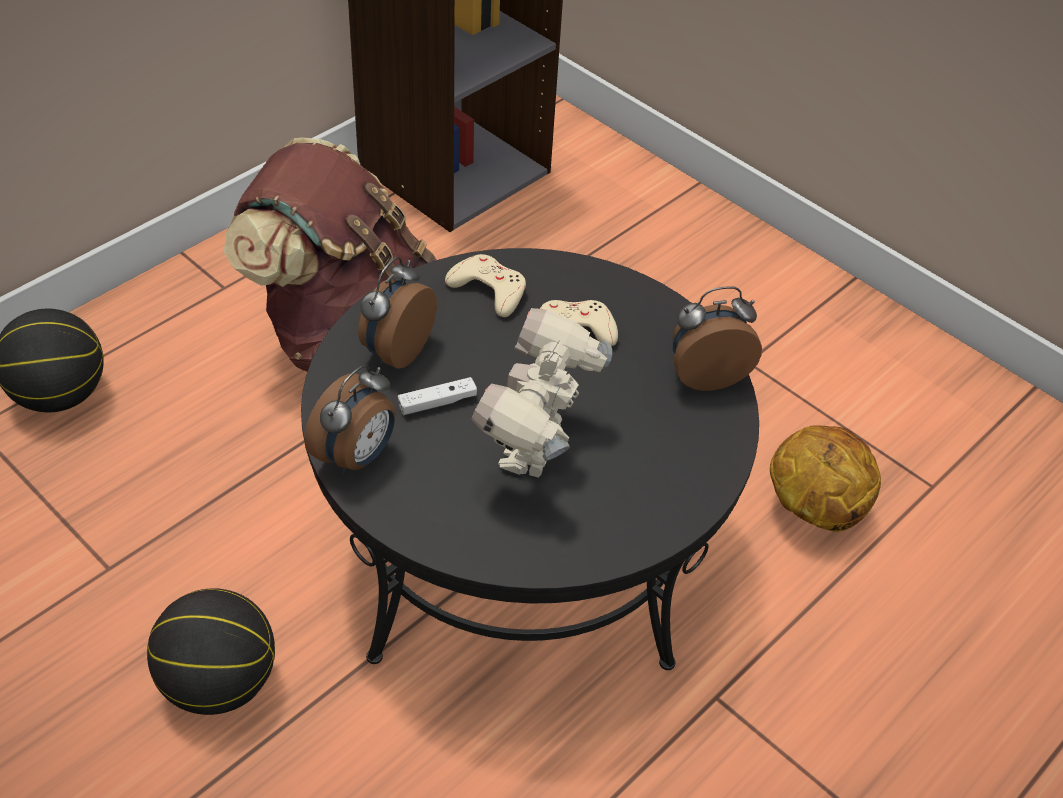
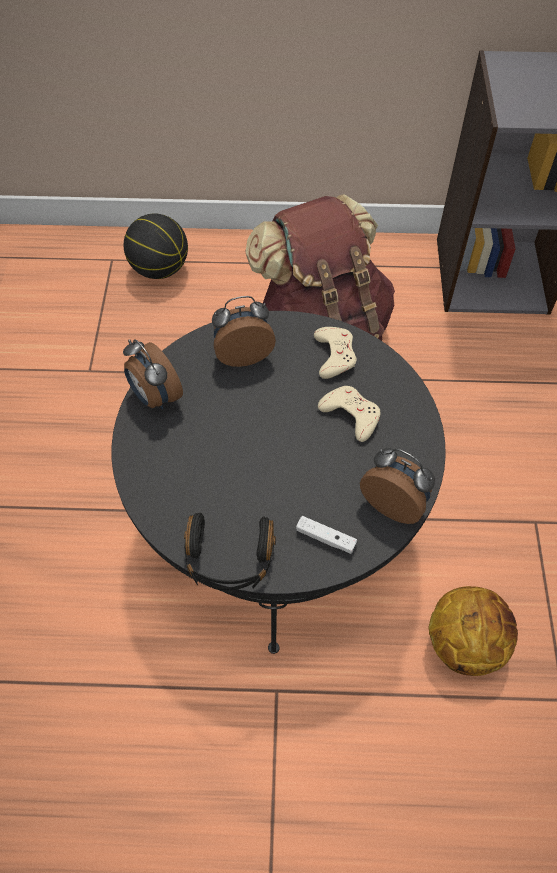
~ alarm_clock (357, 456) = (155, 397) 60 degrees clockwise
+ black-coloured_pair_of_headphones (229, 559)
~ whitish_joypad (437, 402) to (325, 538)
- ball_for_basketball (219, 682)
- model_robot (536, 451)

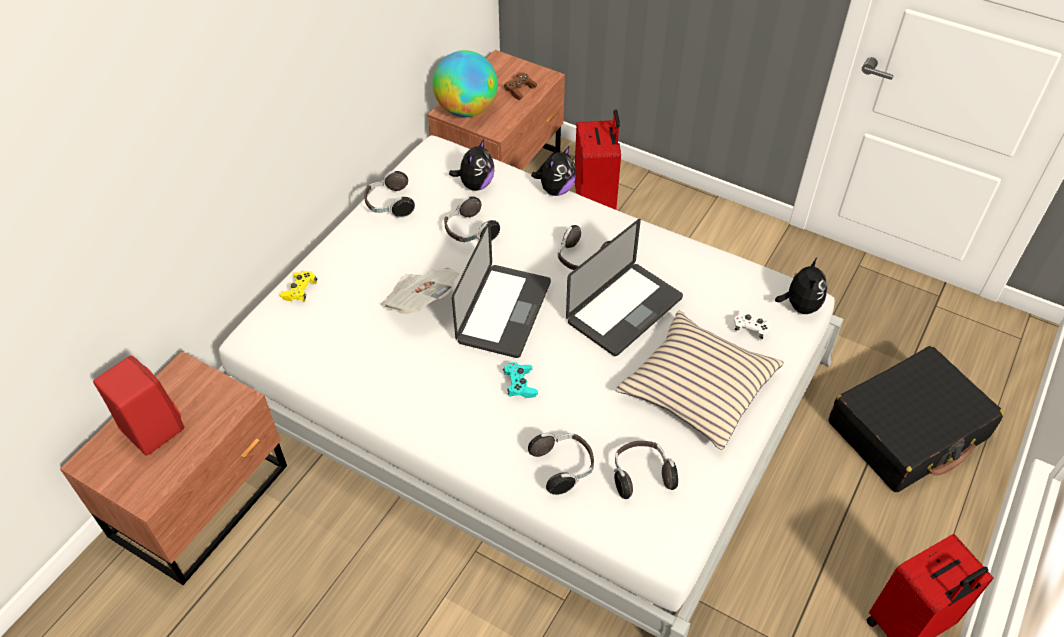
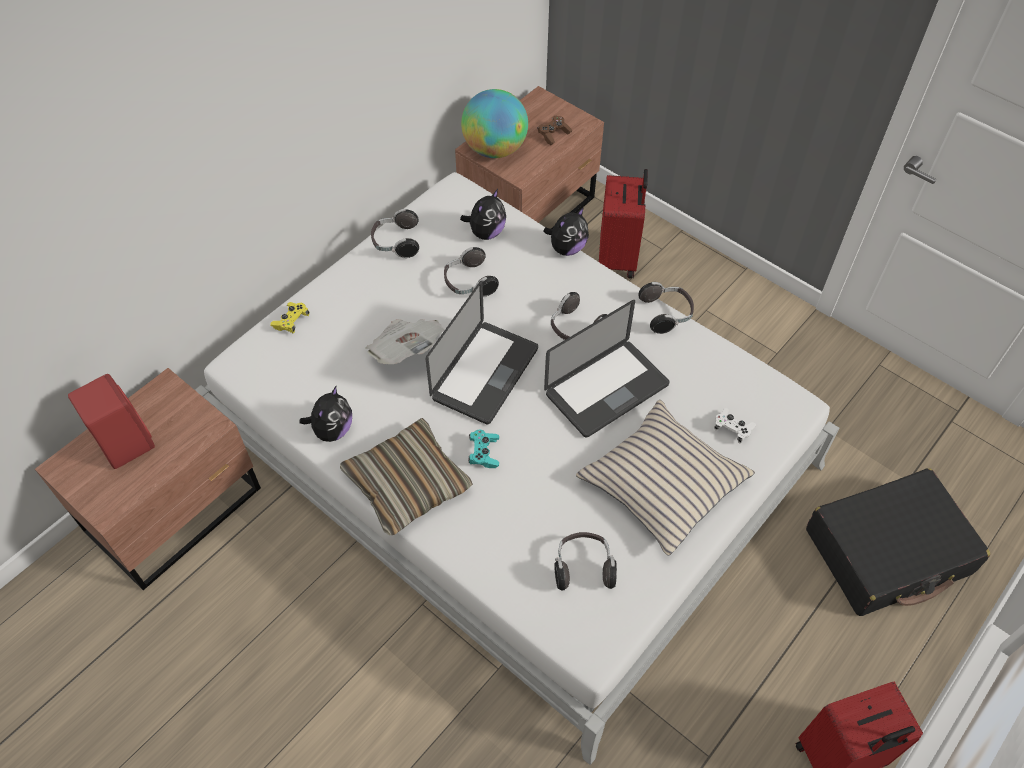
~ soft_toy (799, 306) to (332, 430)
+ pillow (407, 484)
~ pair_of_headphones (563, 467) to (666, 314)

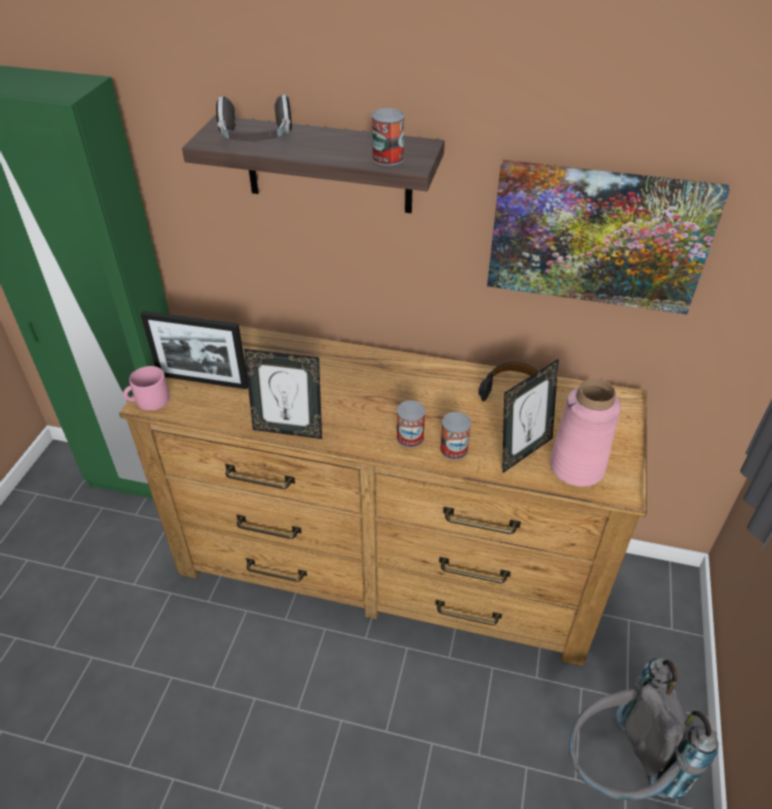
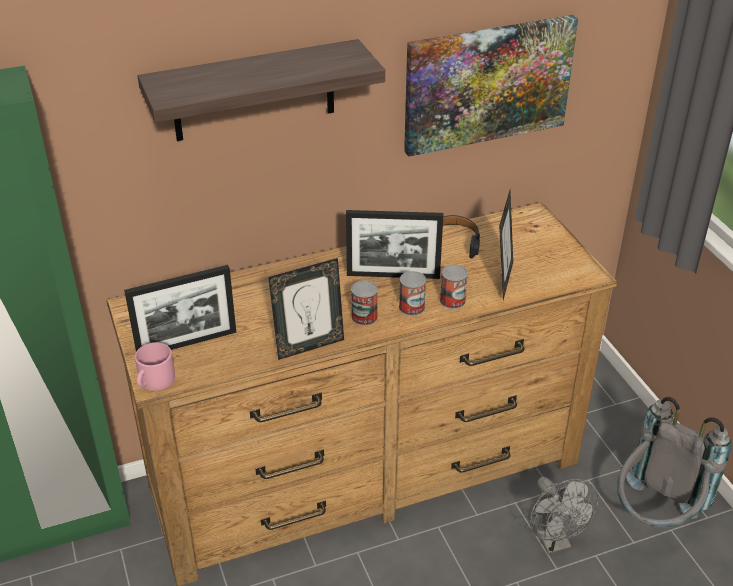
+ picture_frame (393, 275)
~ can (388, 158) to (364, 317)
+ grey_electric_fan (553, 540)
- pair_of_headphones (256, 141)
- pinkish_flower_vase (577, 467)

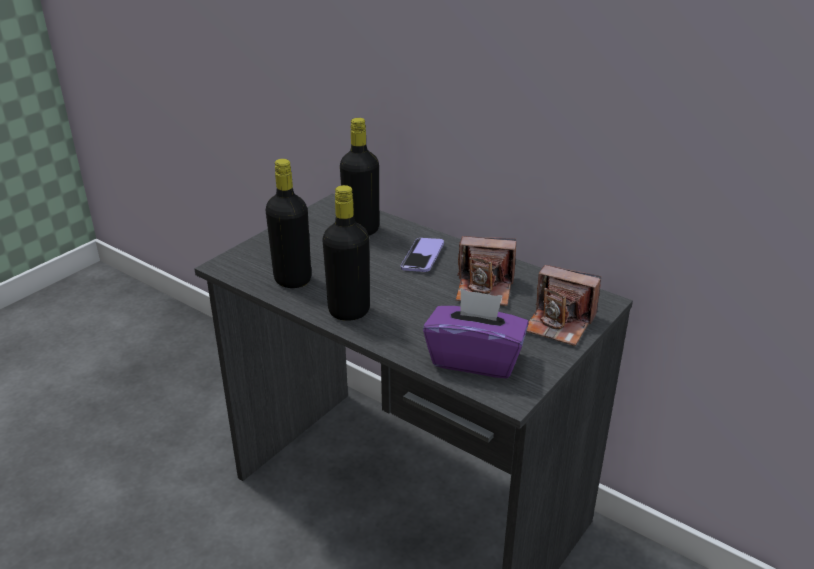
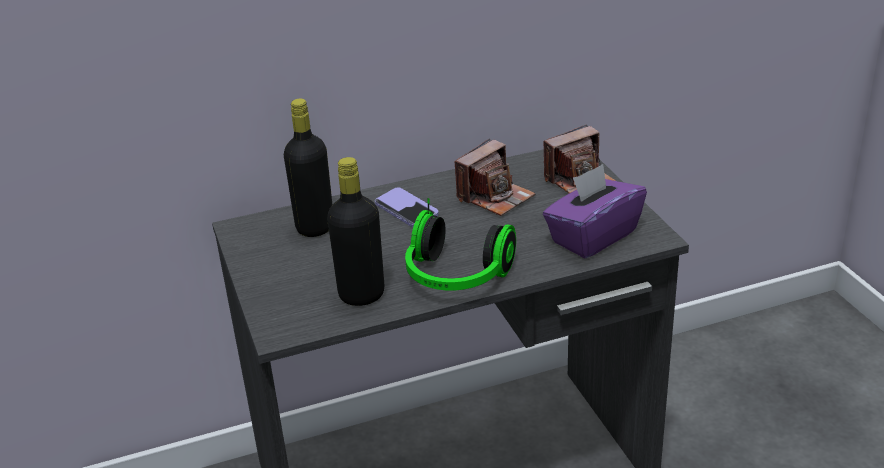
~ black-coloured_drink_bottle (349, 311) to pair_of_headphones (455, 278)

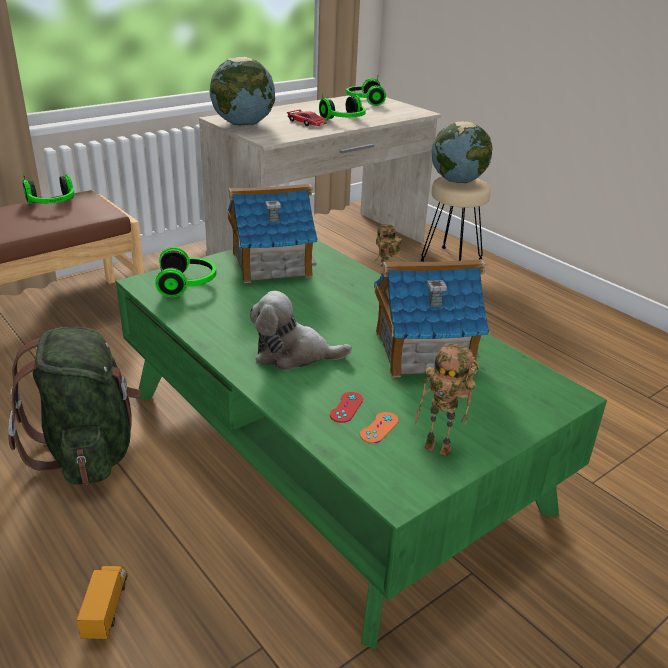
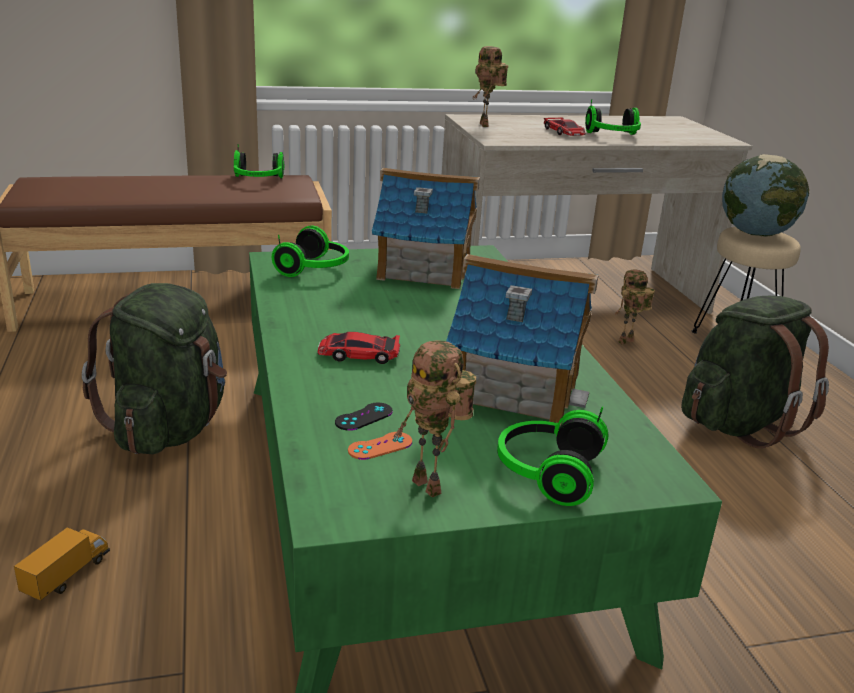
~ soft_toy (293, 354) to model_car (358, 354)
~ reddish_joypad (346, 407) to black-coloured_joypad (364, 417)
~ world_globe (243, 125) to model_robot (486, 125)
~ pair_of_headphones (364, 101) to (546, 472)
+ green-coloured_rucksack (738, 423)

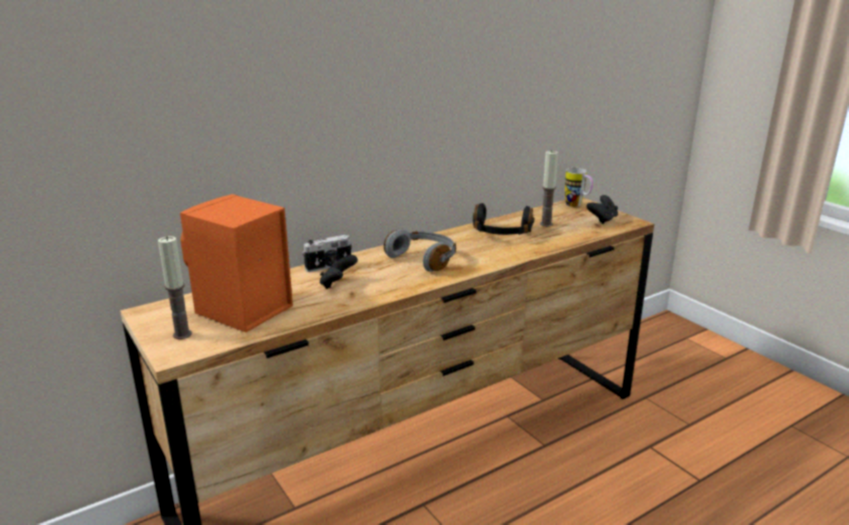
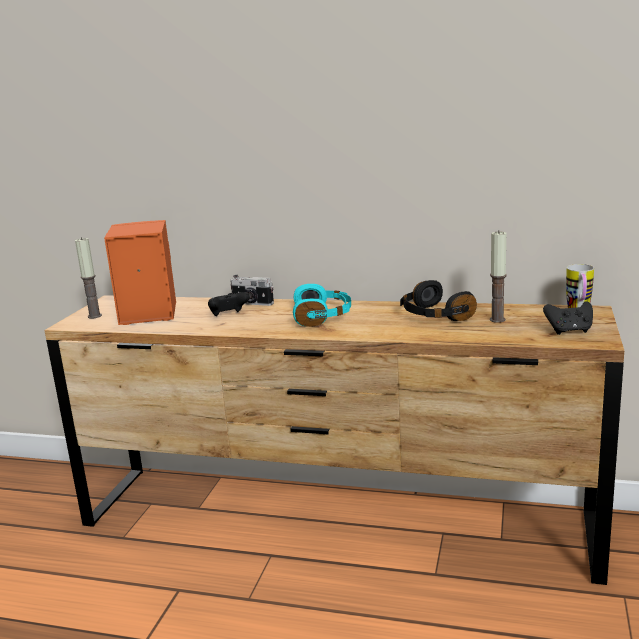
~ grey_pair_of_headphones (424, 259) to turquoise-coloured_pair_of_headphones (323, 316)

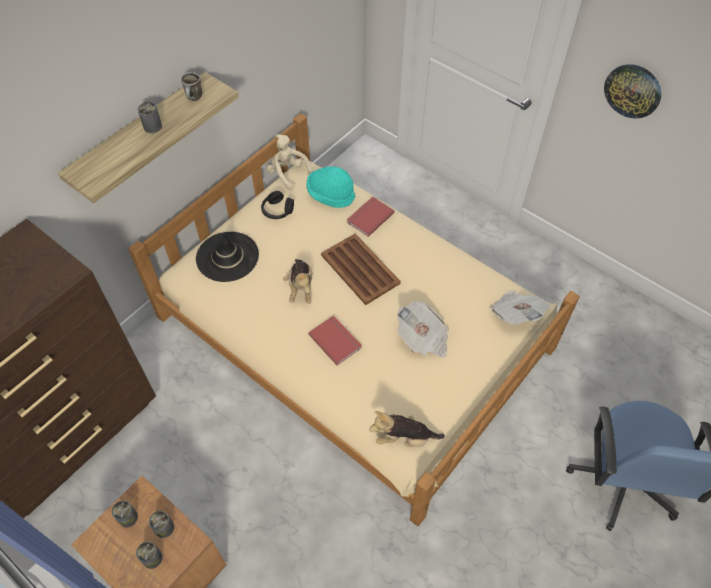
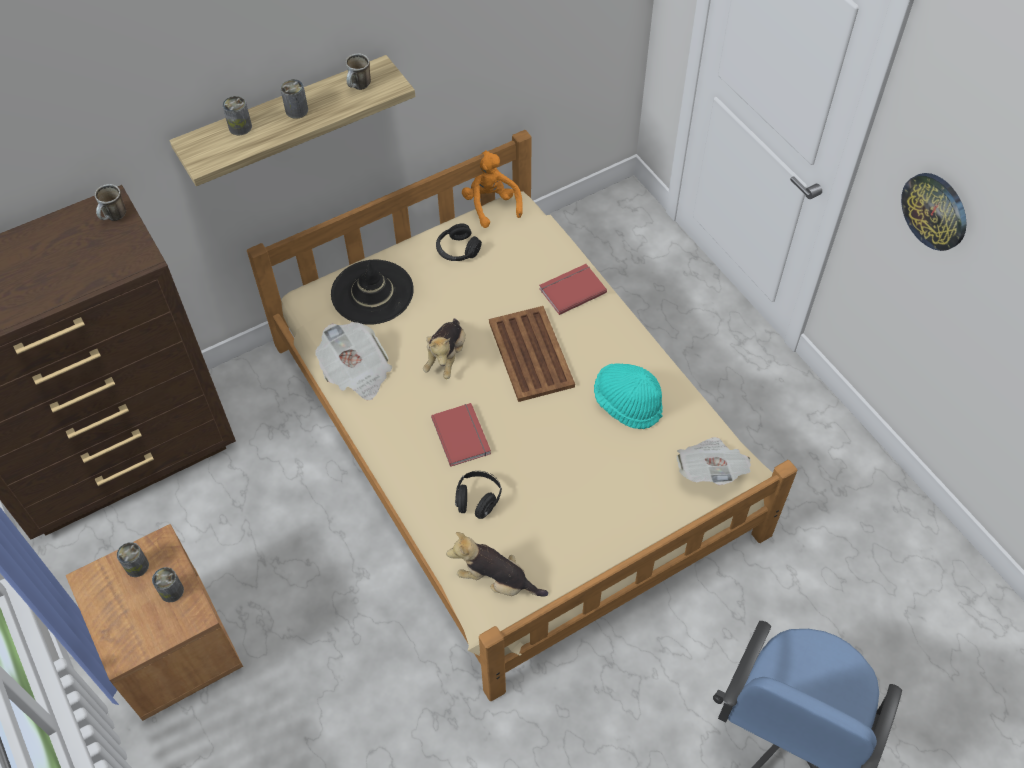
+ coffee_mug (114, 217)
~ can (152, 558) to (240, 127)
~ newspaper (423, 338) to (356, 372)
+ black-coloured_pair_of_headphones (478, 500)
~ beige_soft_toy (288, 173) to orange-coloured_soft_toy (491, 205)
~ turquoise-coloured_clothing_hat (330, 195) to (627, 403)

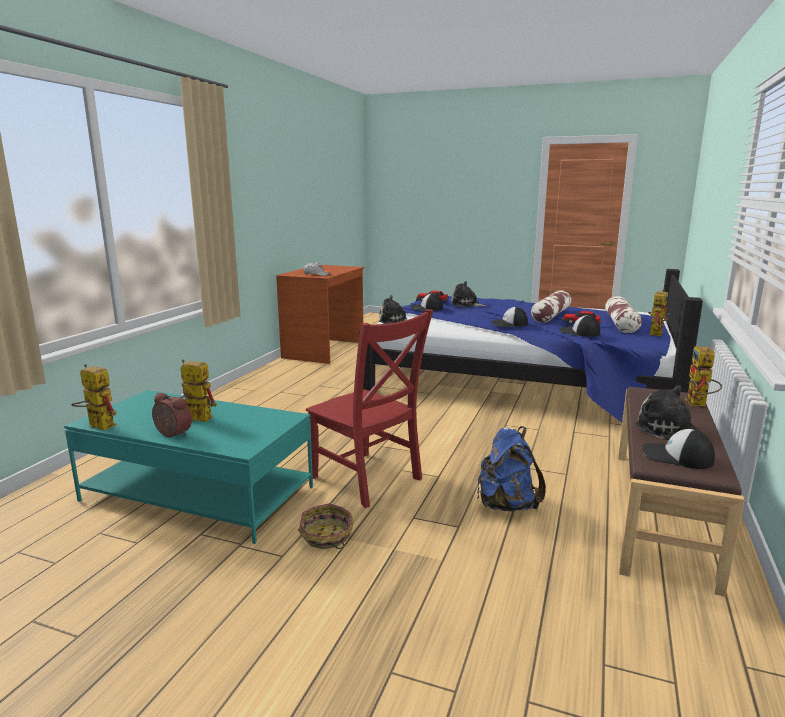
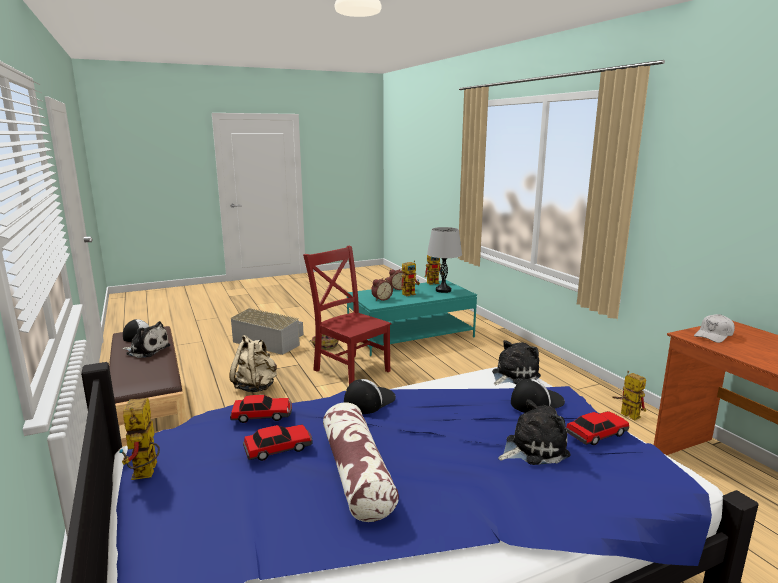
~ blue-coloured_rucksack (506, 505) to beige_rucksack (256, 387)
+ grey_storage_container (270, 341)
~ peaked_cap (579, 332) to model_car (262, 415)
~ reddish_upright_chair (368, 480) = (350, 369) 45 degrees clockwise
+ alarm_clock (381, 299)
+ grey_table_lamp (443, 290)
~ model_robot (699, 404) to (625, 414)
- pillow (621, 324)

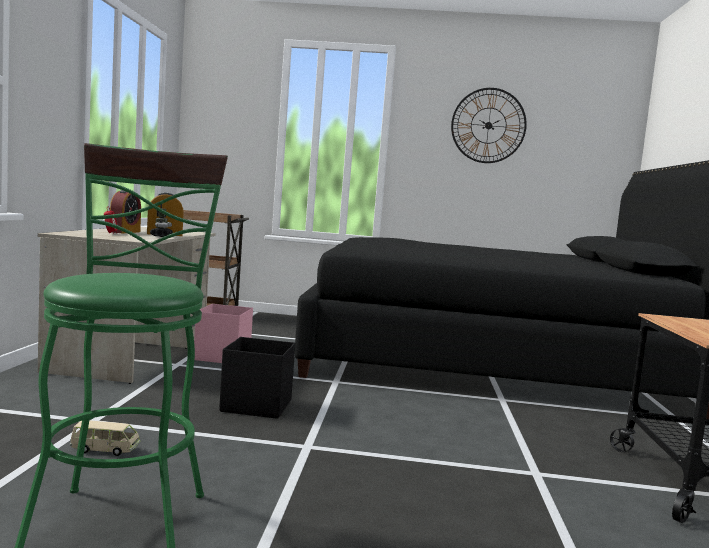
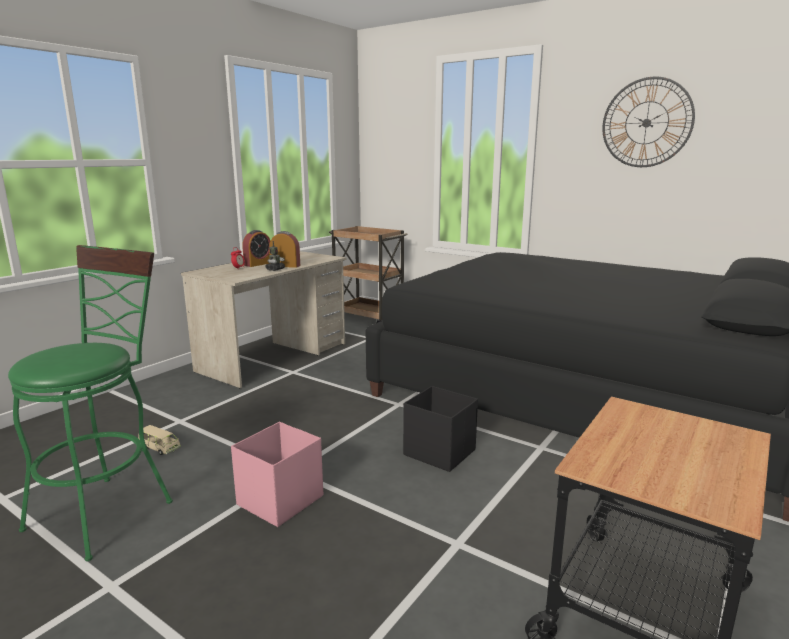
~ pinkish_storage_container (222, 357) to (279, 501)
~ black-coloured_storage_container (255, 405) to (439, 452)

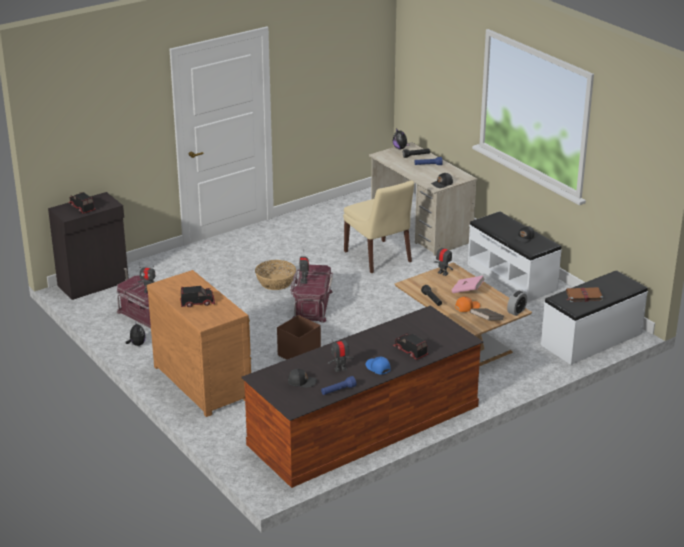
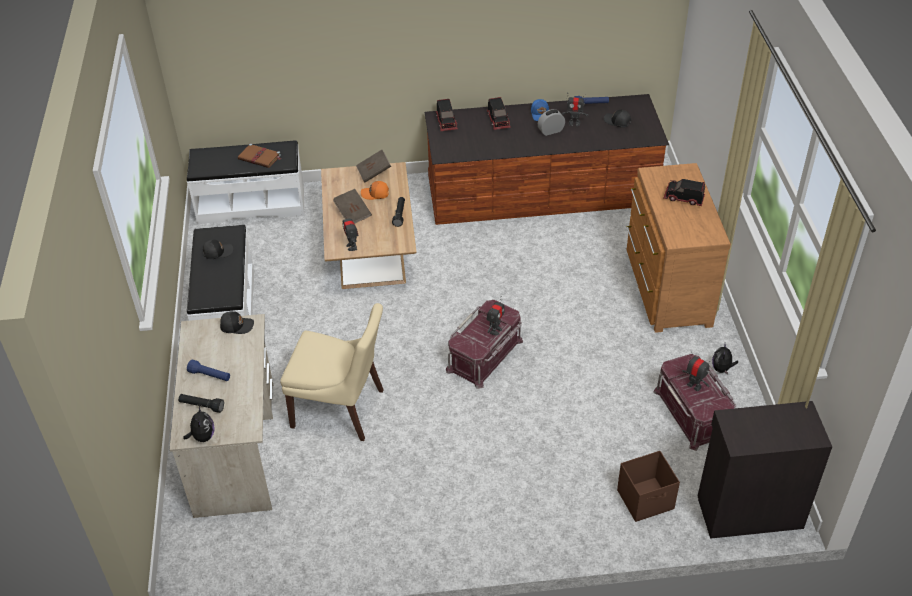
~ beige_upright_chair (379, 257) = (341, 409) 105 degrees clockwise
~ pinkish_bound_book (467, 291) to brownish_bound_book (353, 213)
~ model_truck (81, 208) to (446, 122)
~ alarm_clock (516, 311) to (551, 131)
~ brownish_storage_container (298, 354) to (646, 500)
- household_basket (275, 282)

